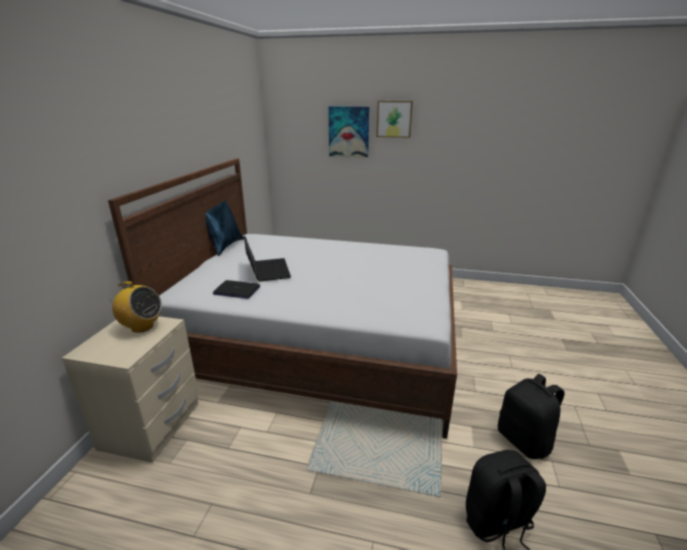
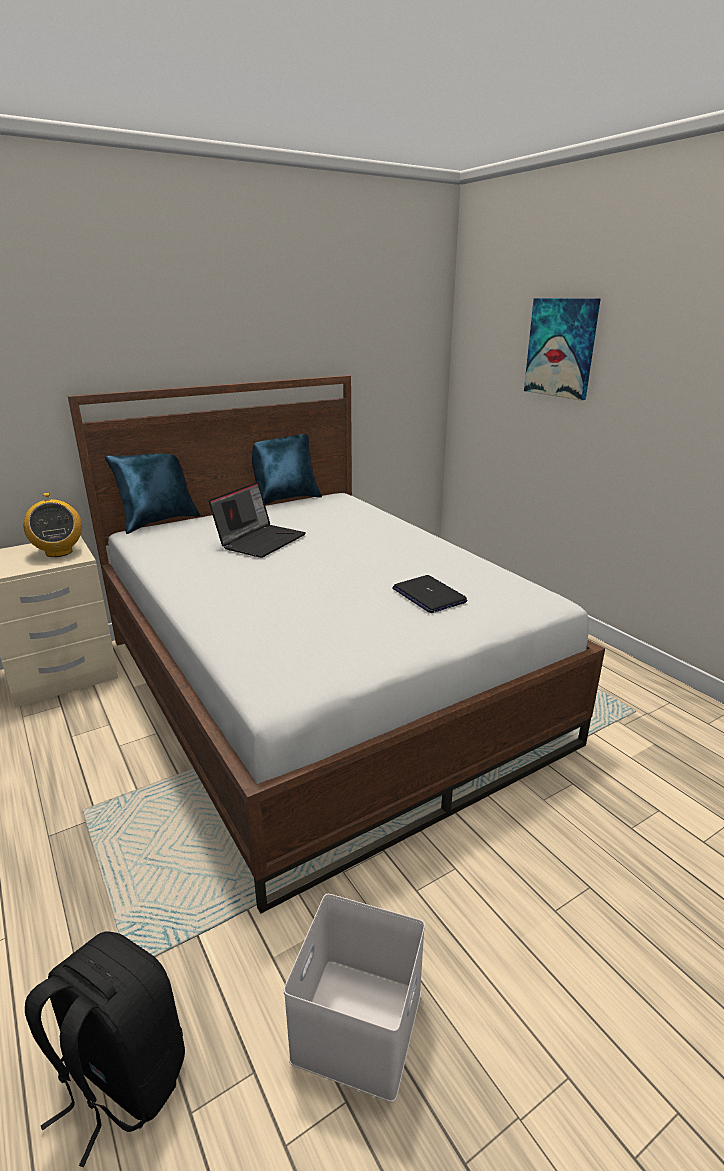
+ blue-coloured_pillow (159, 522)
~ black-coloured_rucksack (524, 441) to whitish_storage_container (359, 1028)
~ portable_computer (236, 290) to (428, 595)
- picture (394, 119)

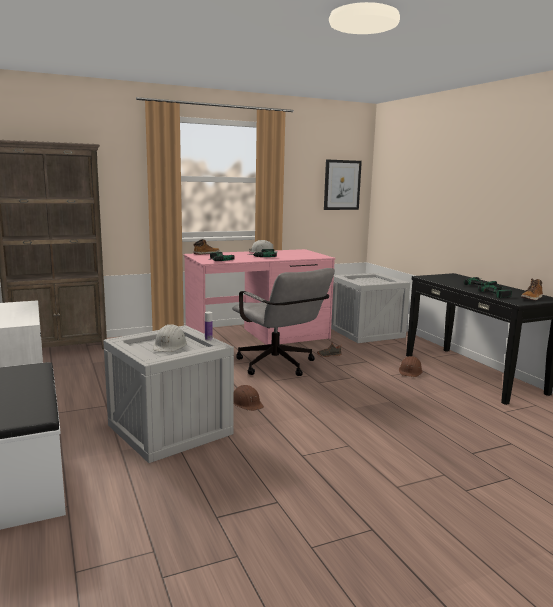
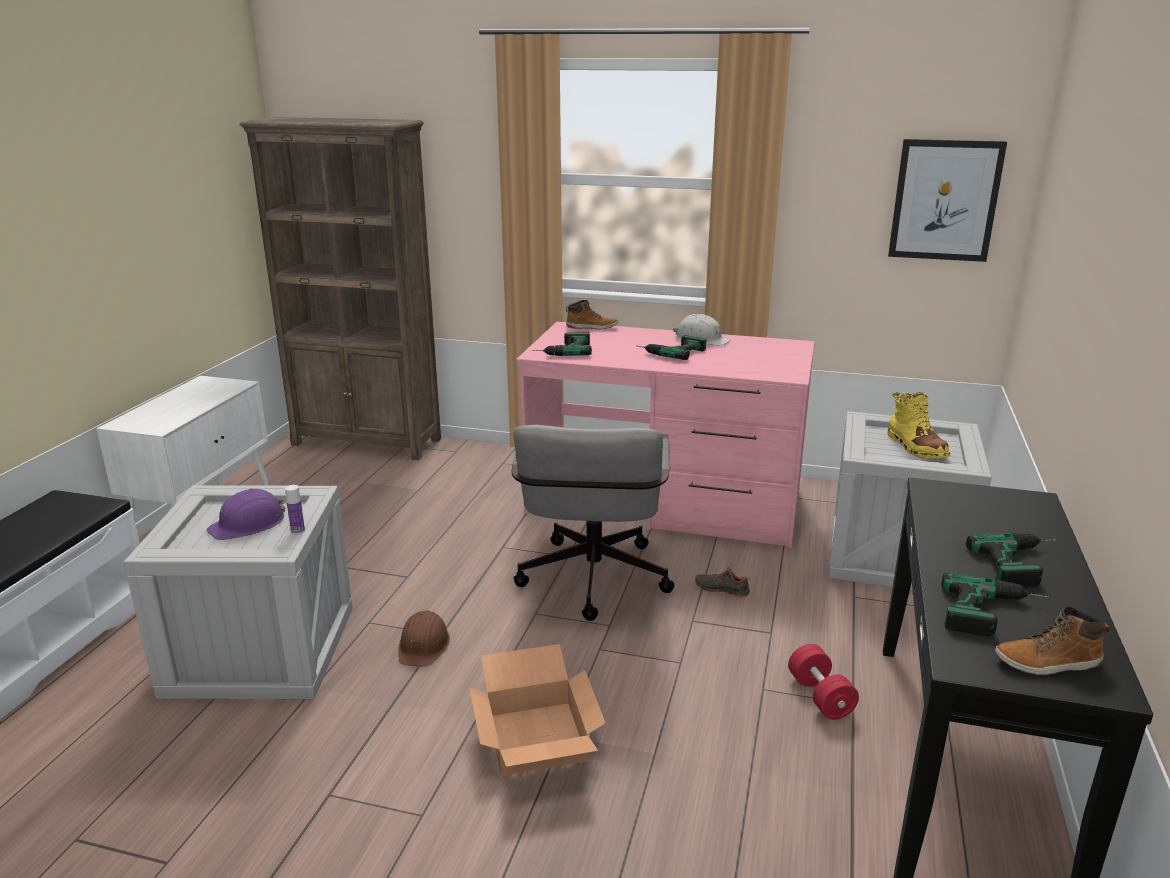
~ whitish_work_helmet (170, 345) to purplish_work_helmet (249, 524)
+ cardboard_box (538, 738)
~ brownish_work_helmet (410, 371) to reddish_dumbbell (820, 696)
+ yellowish_high-top_boot (915, 447)

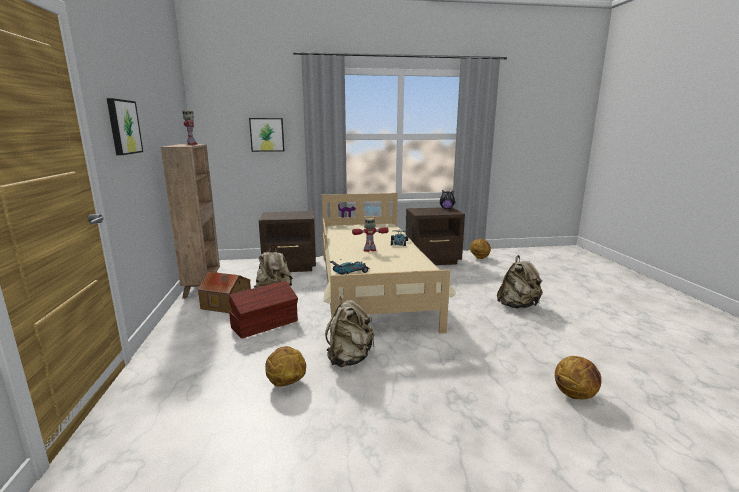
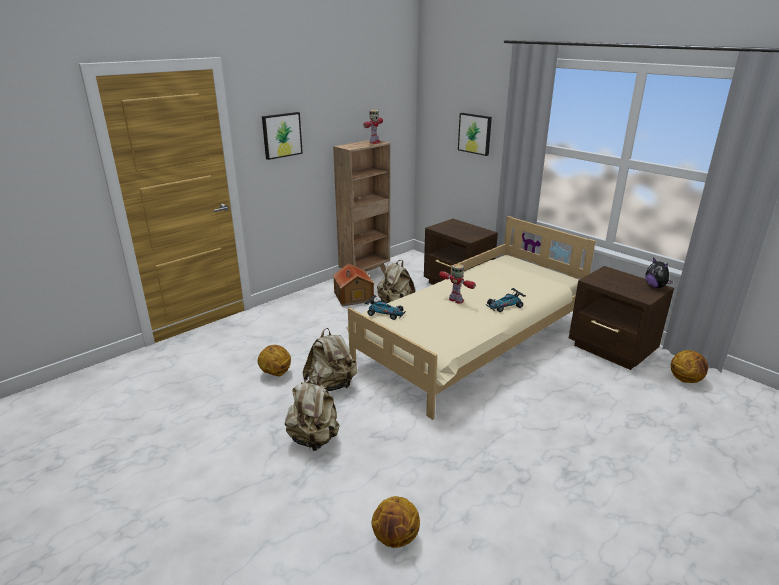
~ beige_rucksack (517, 306) to (314, 439)
- brownish_storage_container (265, 324)

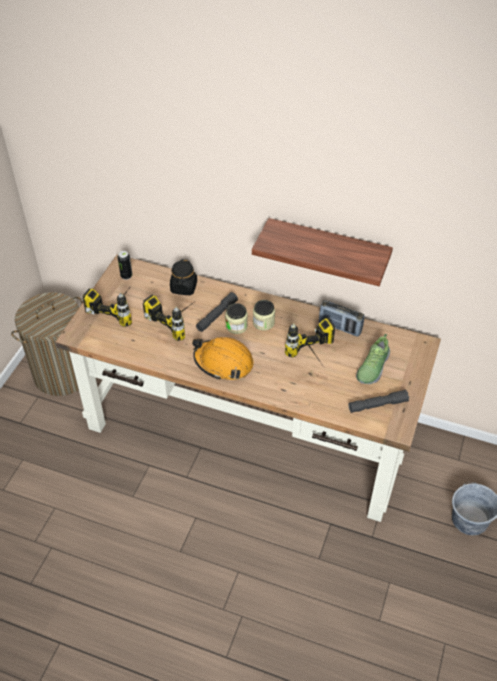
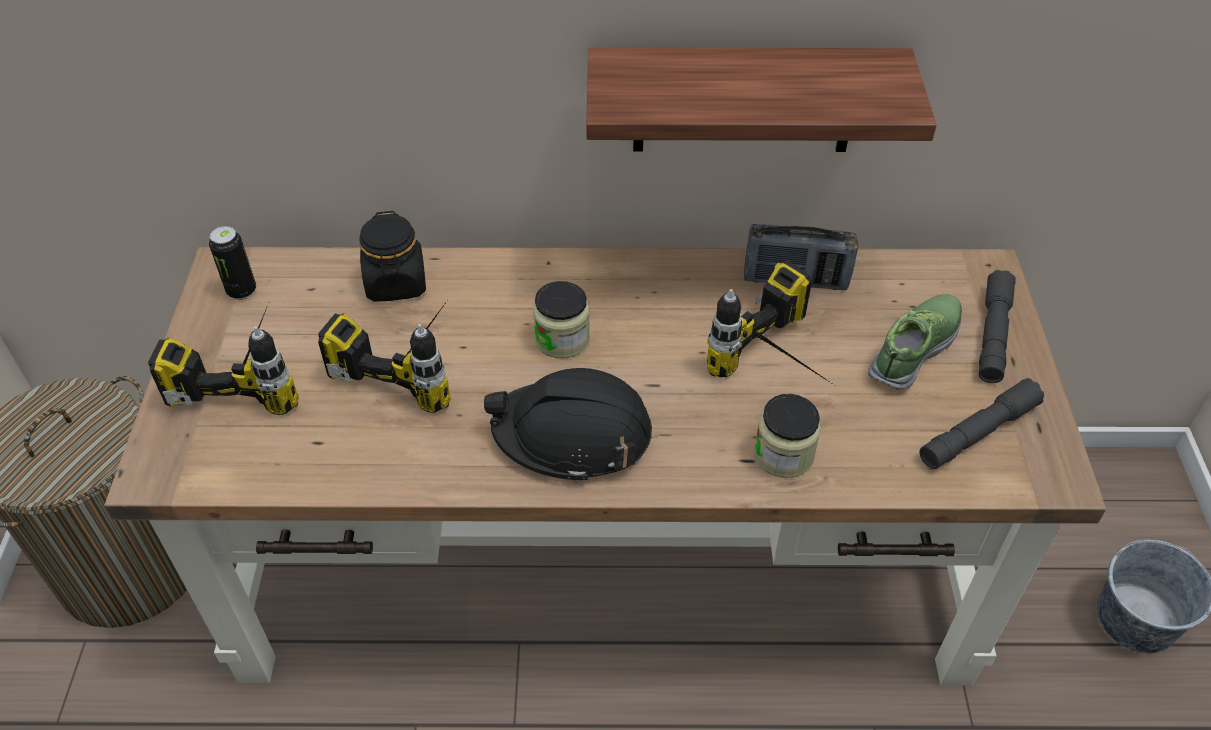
~ orange-coloured_work_helmet (223, 363) to black-coloured_work_helmet (572, 435)
~ storage_jar (263, 322) to (783, 455)
~ item_of_footwear (372, 367) = (915, 350) 150 degrees counterclockwise
~ grey_hand_torch (217, 315) to (992, 335)

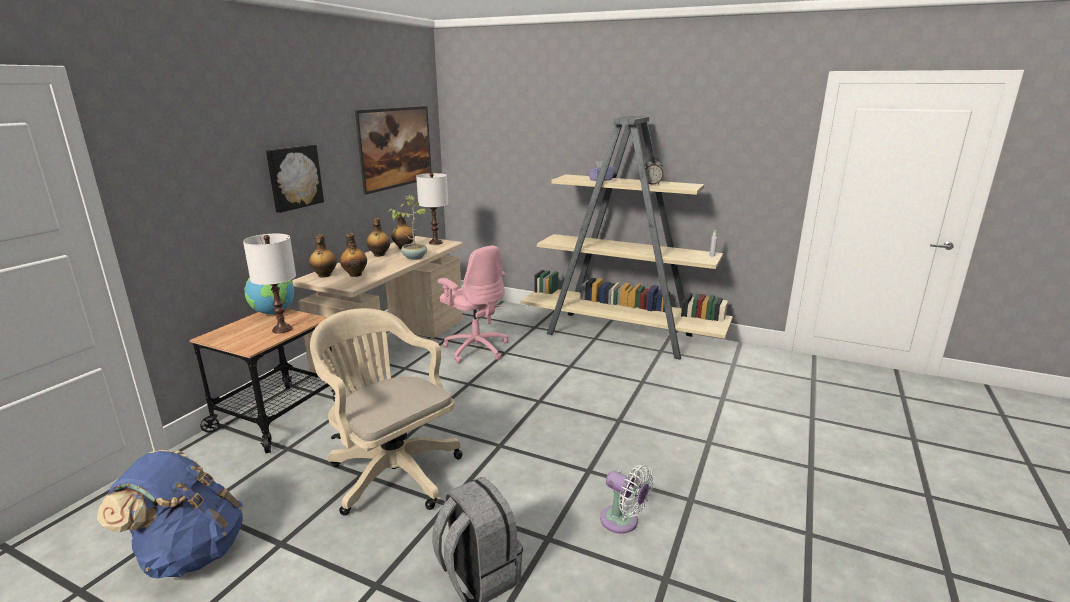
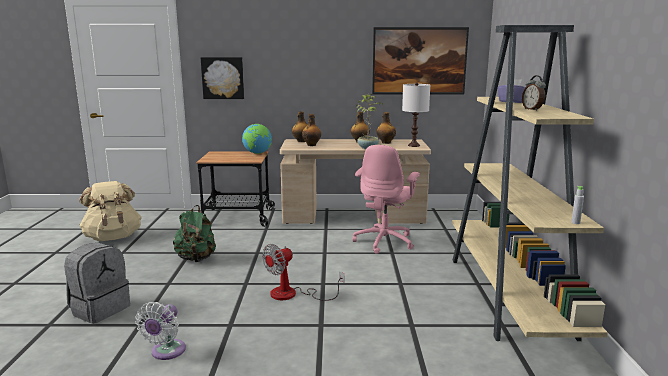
~ blue-coloured_rucksack (190, 553) to beige_rucksack (113, 237)
~ beige_desk_chair (391, 471) to green-coloured_rucksack (196, 259)
~ picture (294, 177) to (223, 78)
+ electric_fan (293, 294)
- whitish_table_lamp (282, 329)

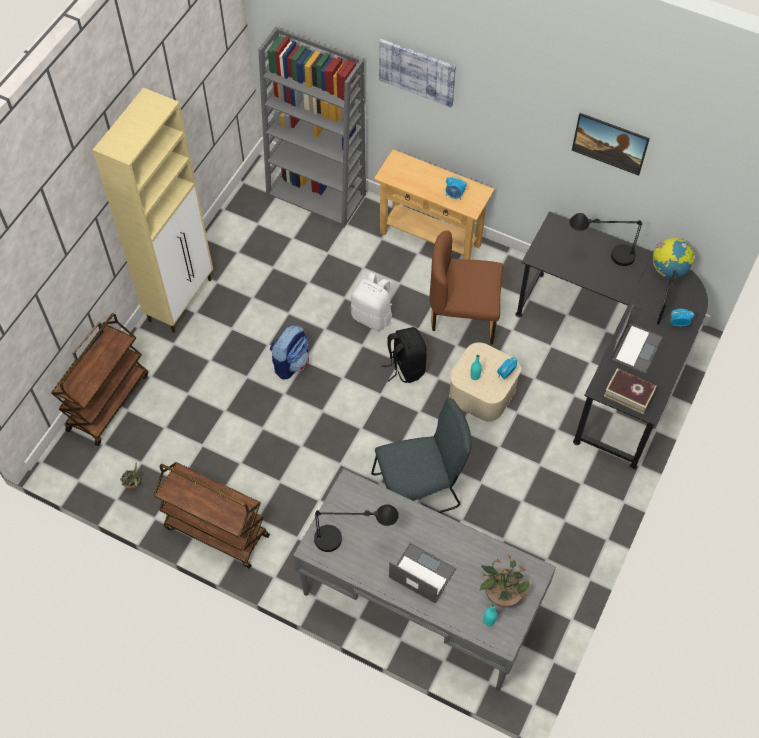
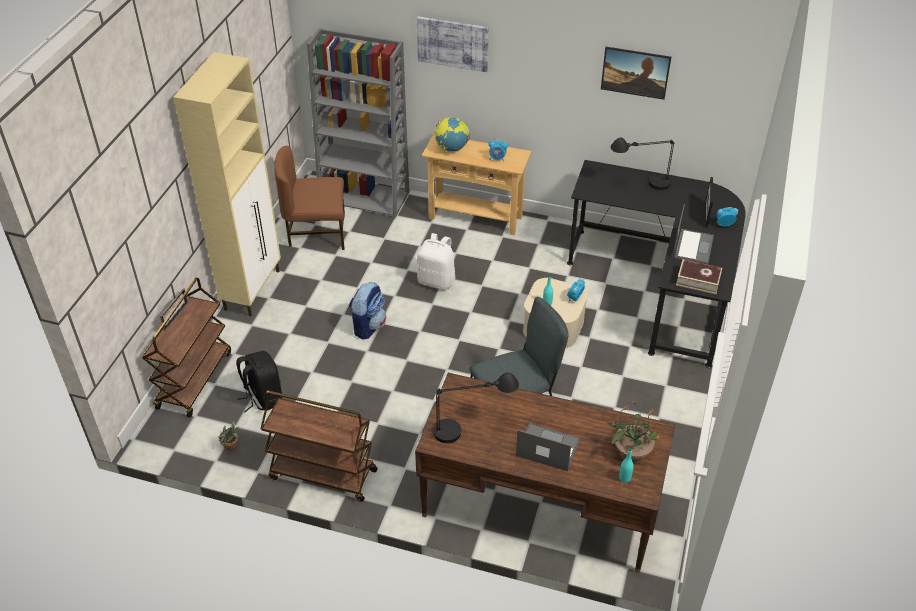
~ black-coloured_rucksack (405, 367) to (262, 397)
~ brownish_upright_chair (463, 315) to (316, 233)
~ grey_desk (420, 600) to brownish_desk (540, 505)
~ world_globe (669, 269) to (452, 148)

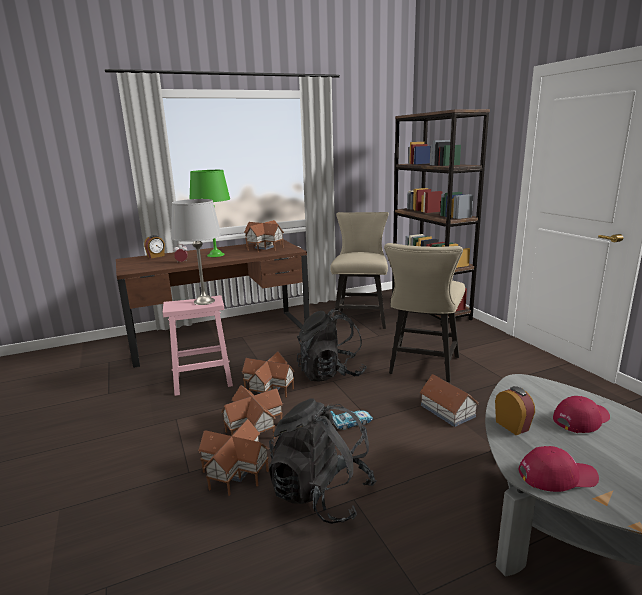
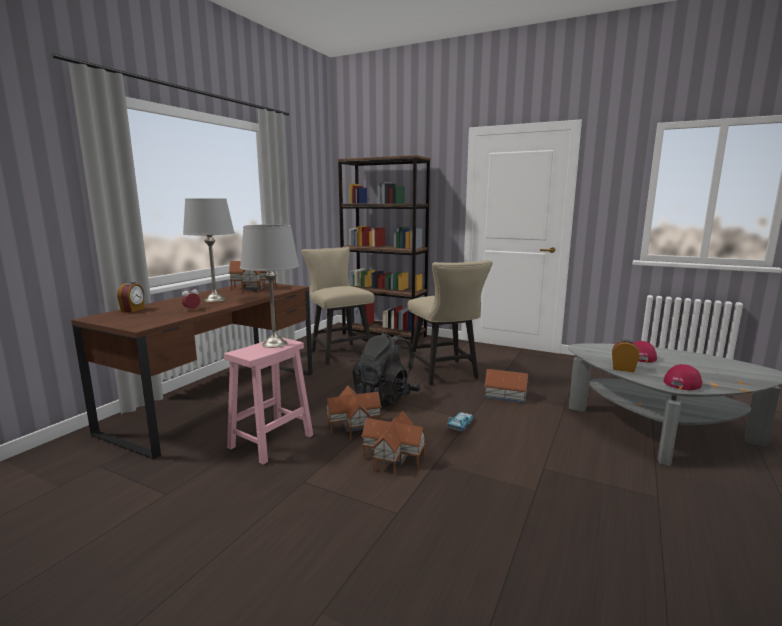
~ green-coloured_table_lamp (216, 255) to grey_table_lamp (215, 299)
- miniature_house (235, 471)
- black-coloured_rucksack (321, 494)

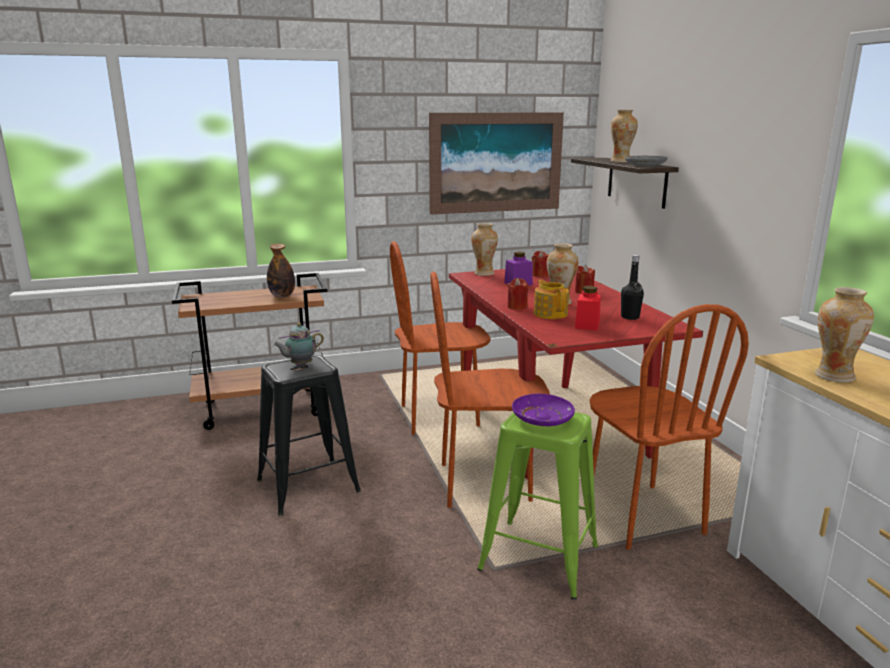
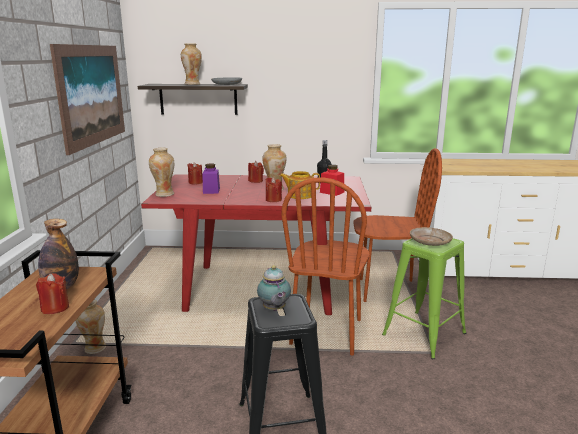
+ reddish_wax_light (55, 308)
~ flower_vase (833, 376) to (95, 348)
~ purplish_dinner_plate (542, 418) to beige_dinner_plate (430, 241)
- brownish_upright_chair (439, 417)

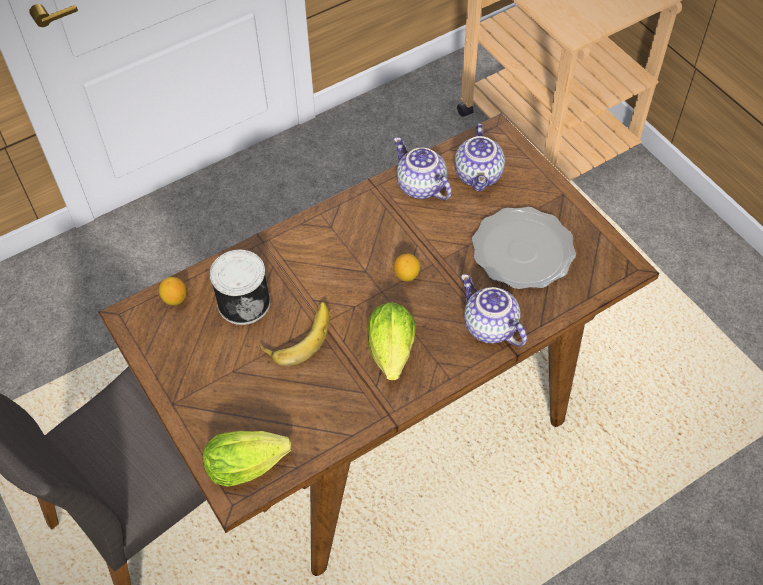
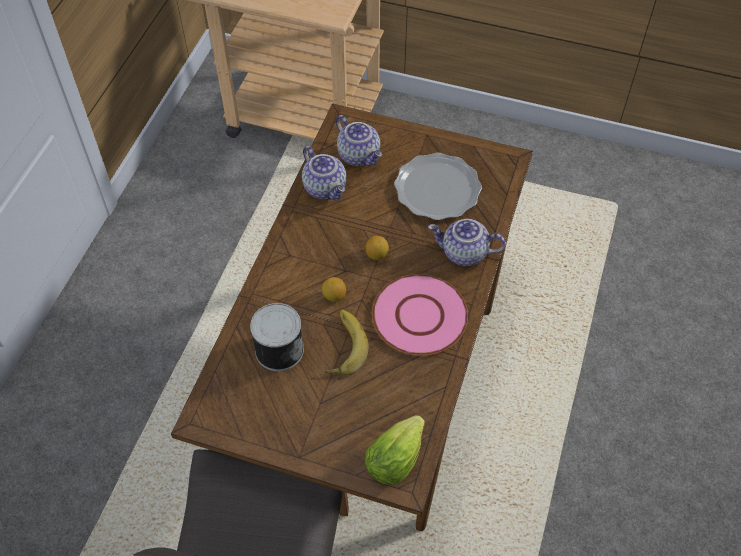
~ teapot (419, 186) = (326, 188) 135 degrees counterclockwise
~ lemon (175, 299) to (334, 296)
~ head_of_lettuce (391, 355) to pinkish_dinner_plate (419, 315)

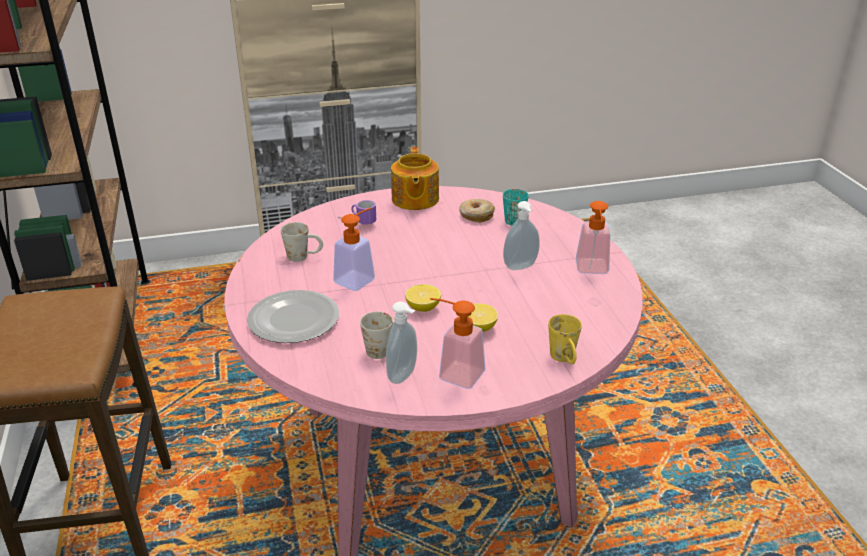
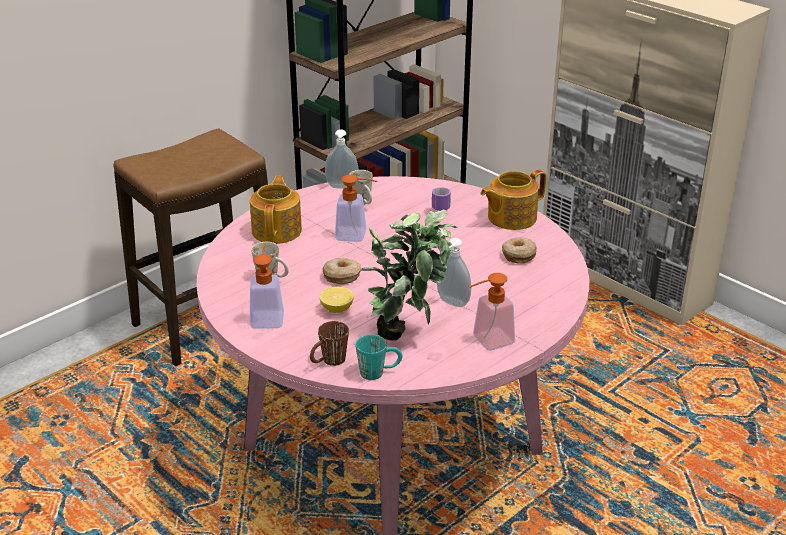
~ dinner_plate (295, 320) to teapot (277, 230)
~ yellowish_coffee_mug (565, 359) to brownish_coffee_mug (328, 362)
~ lemon (423, 308) to ring_doughnut (342, 276)
~ soap_dispenser (404, 376) to (342, 187)
~ turquoise-coloured_coffee_mug (515, 218) to (379, 372)
+ potted_plant (408, 334)

